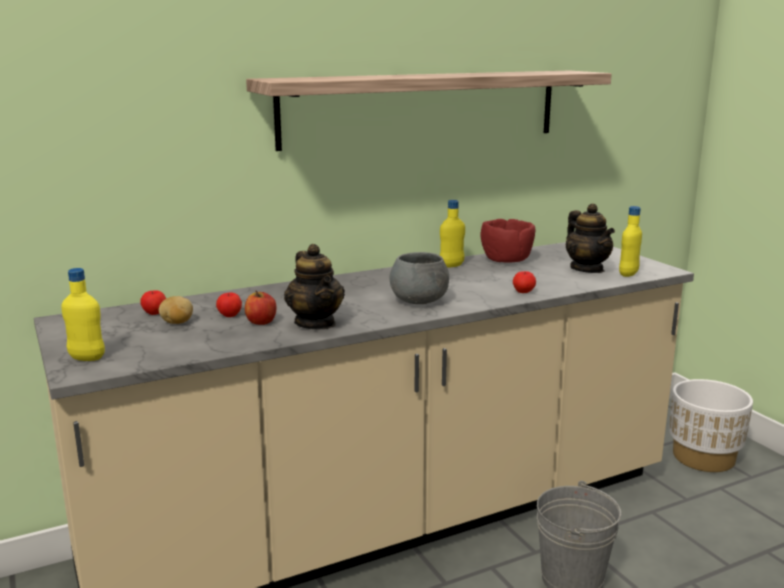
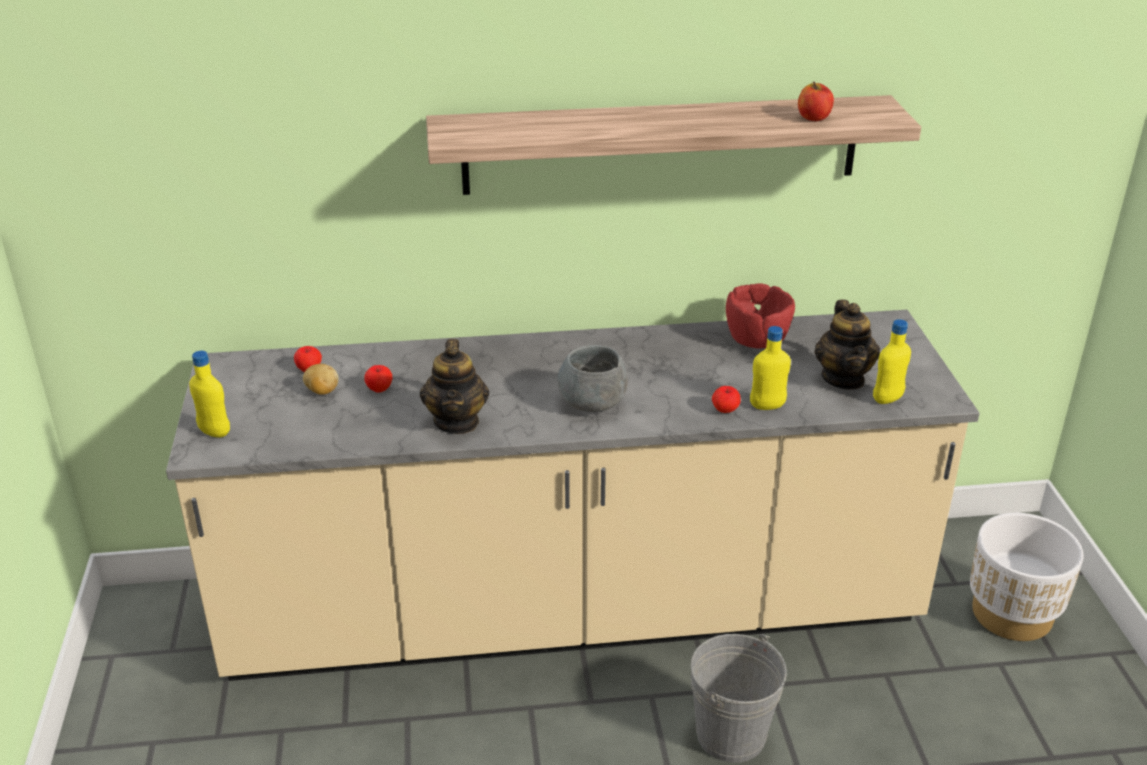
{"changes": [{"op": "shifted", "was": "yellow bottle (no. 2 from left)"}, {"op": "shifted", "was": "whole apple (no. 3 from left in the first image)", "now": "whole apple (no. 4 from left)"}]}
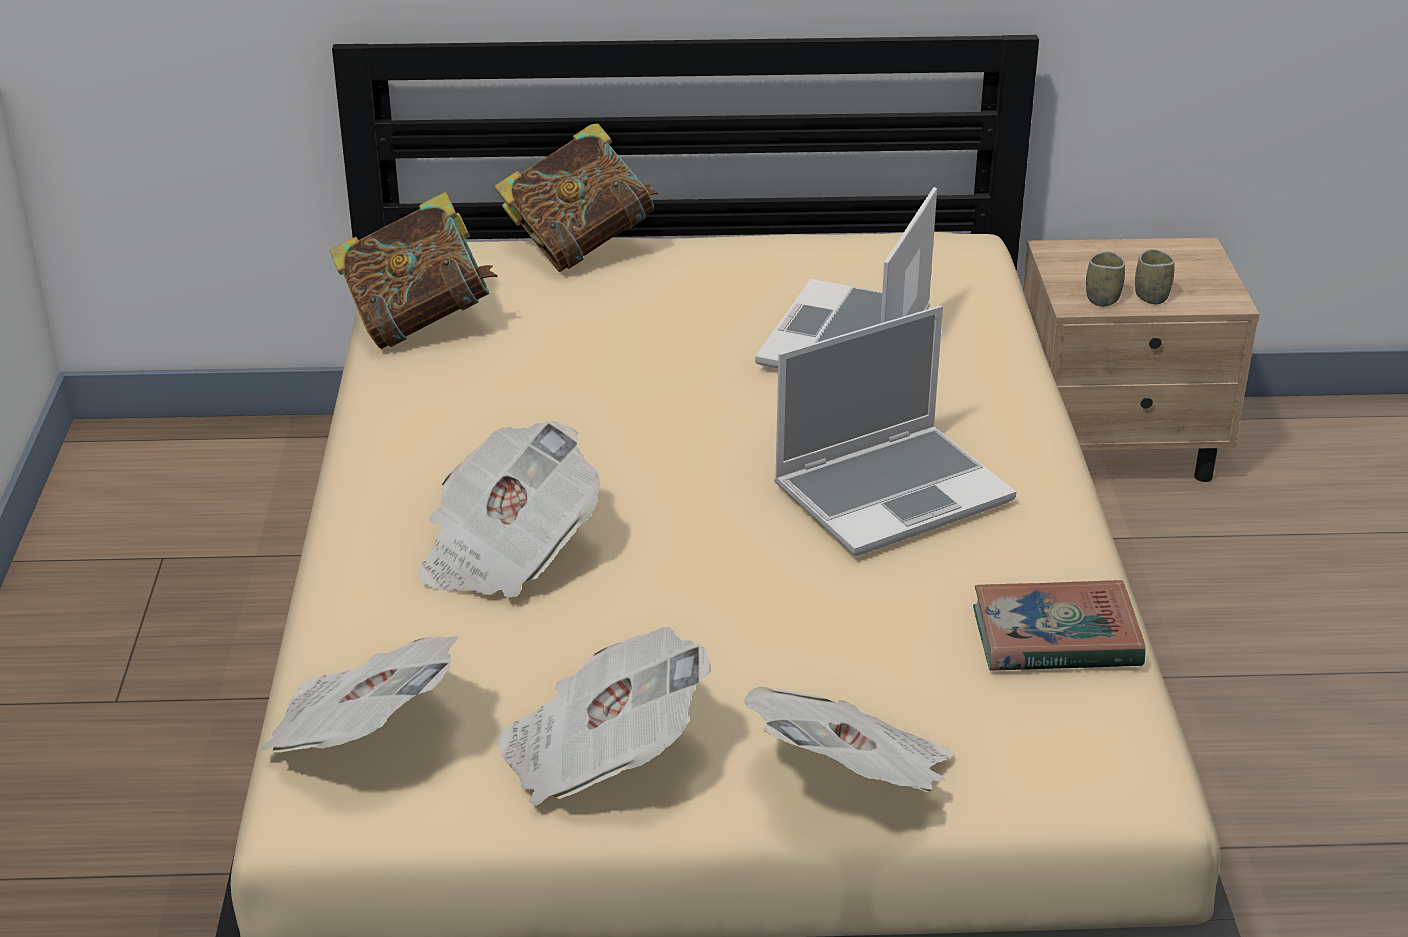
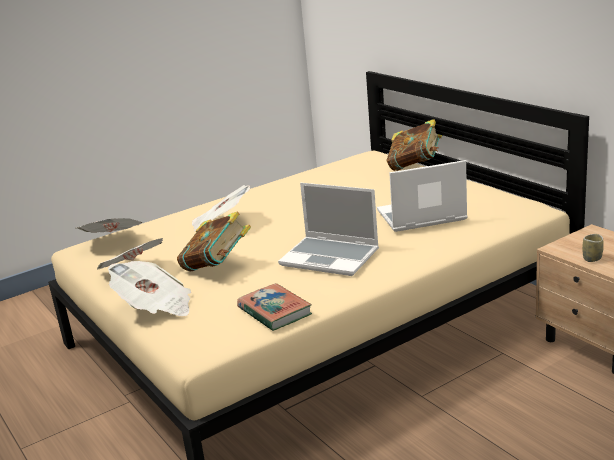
{"changes": [{"op": "shifted", "was": "volume (no. 1 from left)"}, {"op": "gone", "was": "small cup (no. 1 from left)"}]}
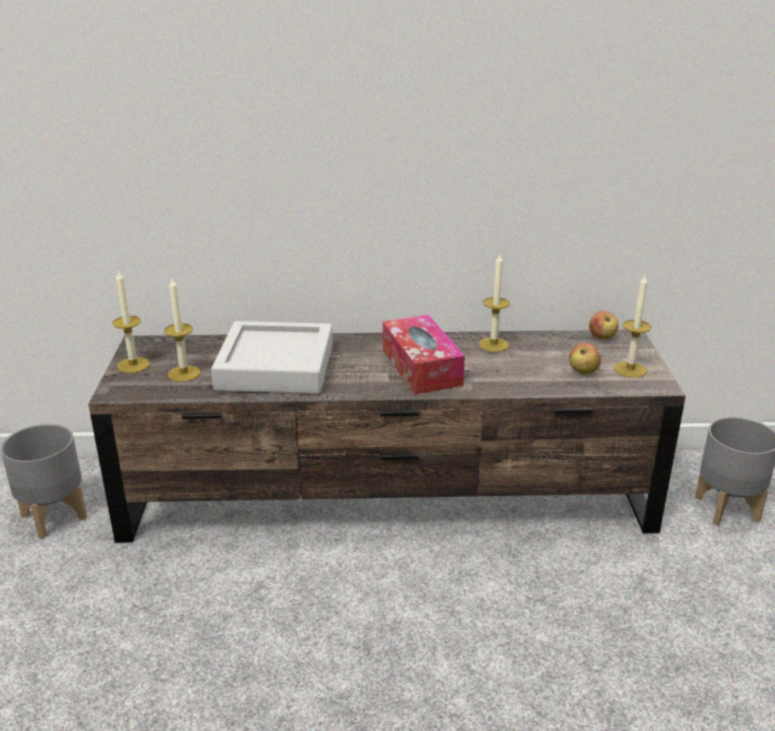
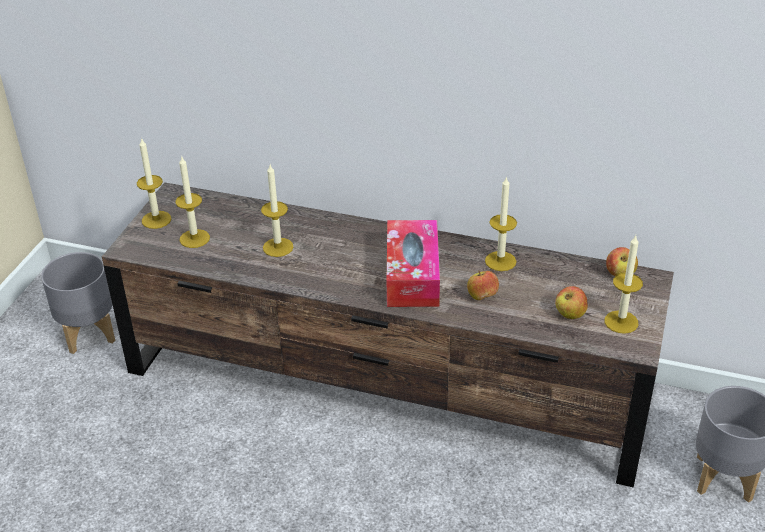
{"changes": [{"op": "swapped", "was": "gray tray", "now": "wax candle (no. 3 from left)"}, {"op": "new", "now": "whole apple (no. 1 from left)"}]}
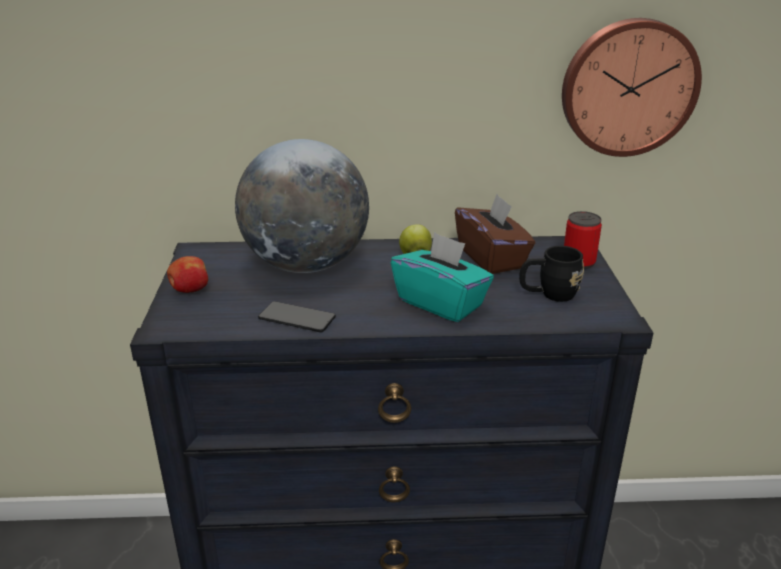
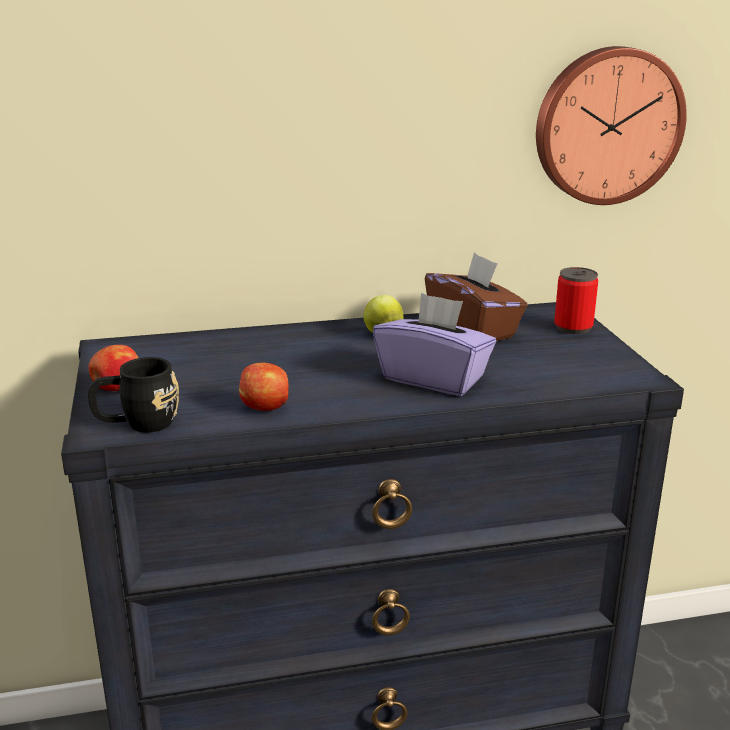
{"changes": [{"op": "gone", "was": "desk globe"}, {"op": "repainted", "was": "turquoise-coloured box of tissues", "now": "purple box of tissues"}, {"op": "shifted", "was": "black-coloured coffee mug"}, {"op": "swapped", "was": "telephone", "now": "whole apple (no. 2 from left)"}]}
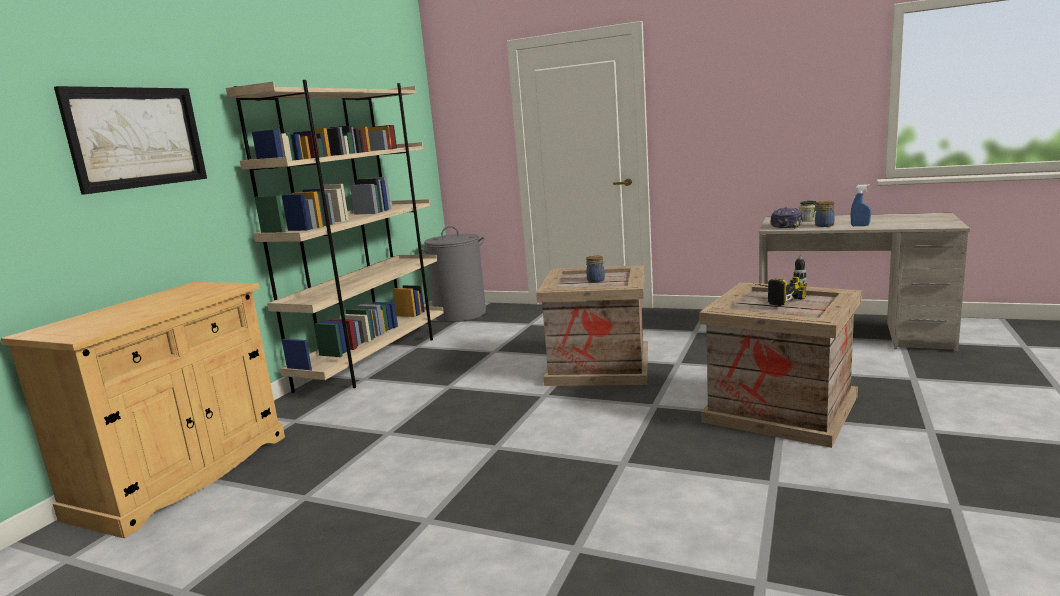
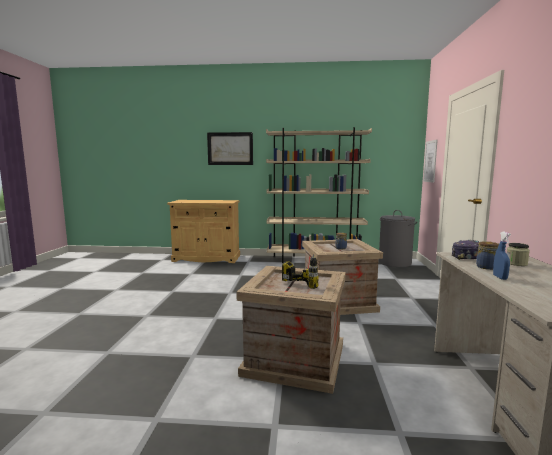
{"changes": [{"op": "new", "now": "wall art (no. 2 from left)"}]}
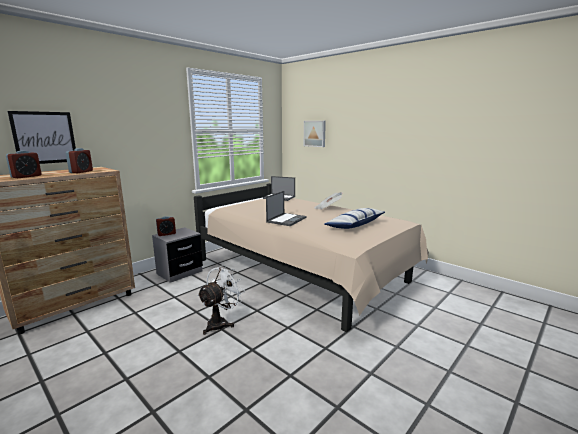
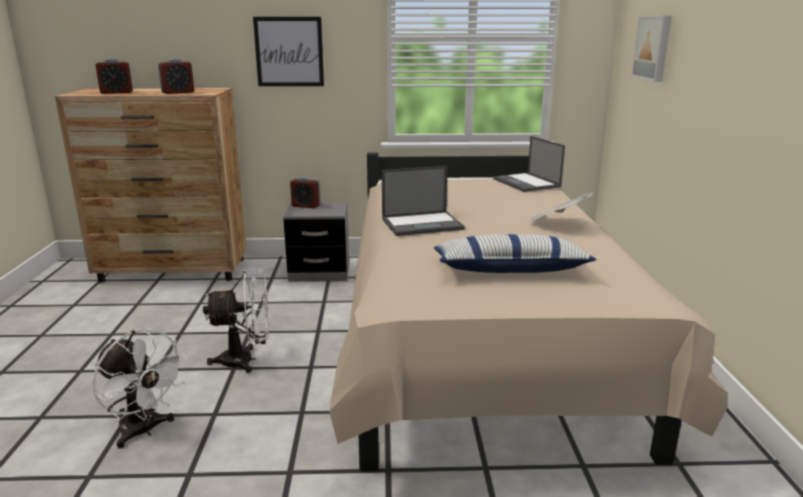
{"changes": [{"op": "shifted", "was": "wall art (no. 1 from left)"}, {"op": "new", "now": "whitish electric fan (no. 1 from left)"}]}
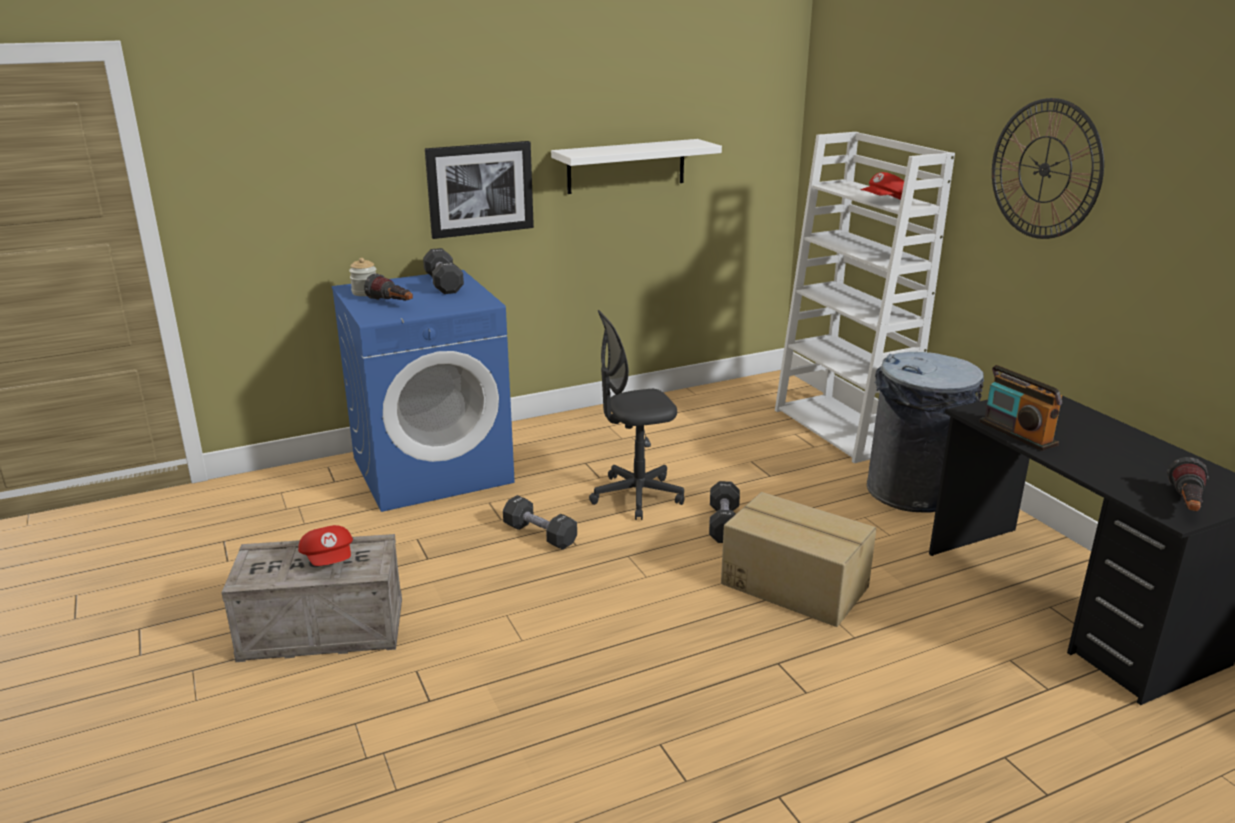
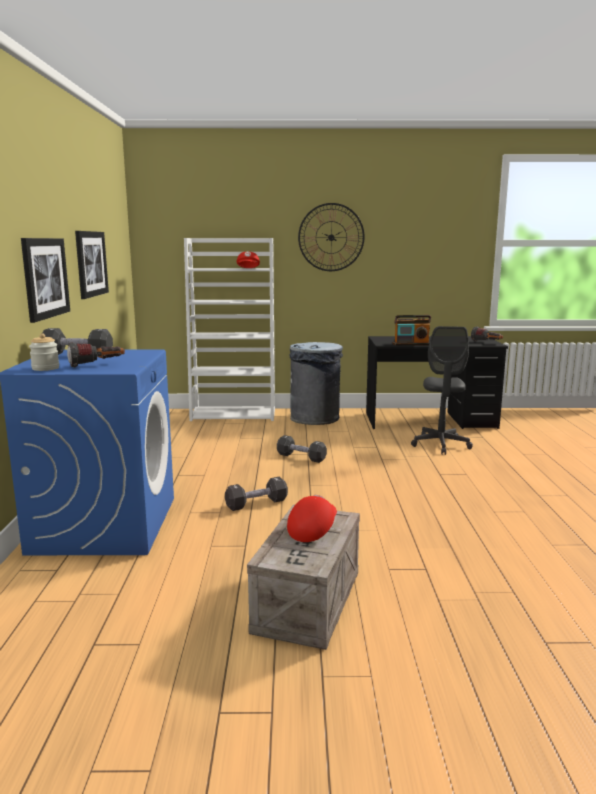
{"changes": [{"op": "swapped", "was": "whitish wall shelf", "now": "wall art (no. 2 from left)"}, {"op": "shifted", "was": "gray office chair"}, {"op": "gone", "was": "carton"}, {"op": "rotated", "was": "reddish peaked cap (no. 1 from left in the first image)", "clockwise": -60}]}
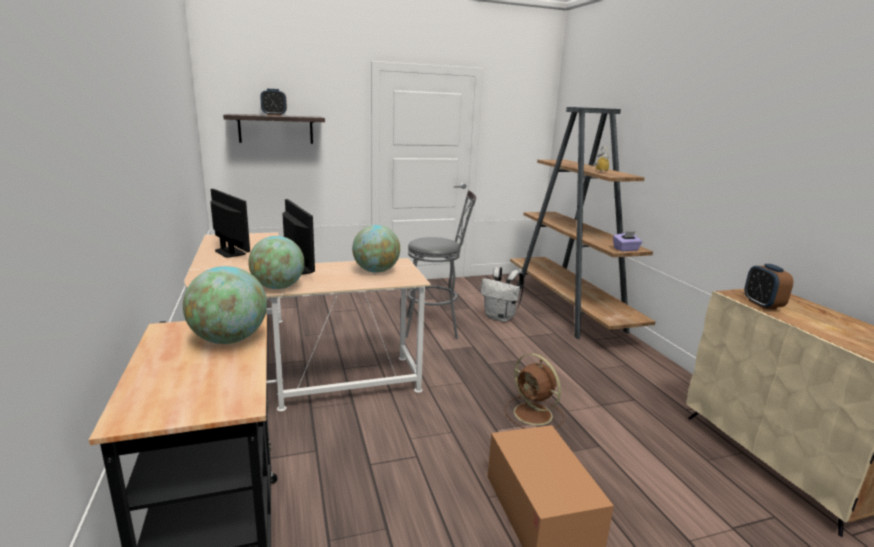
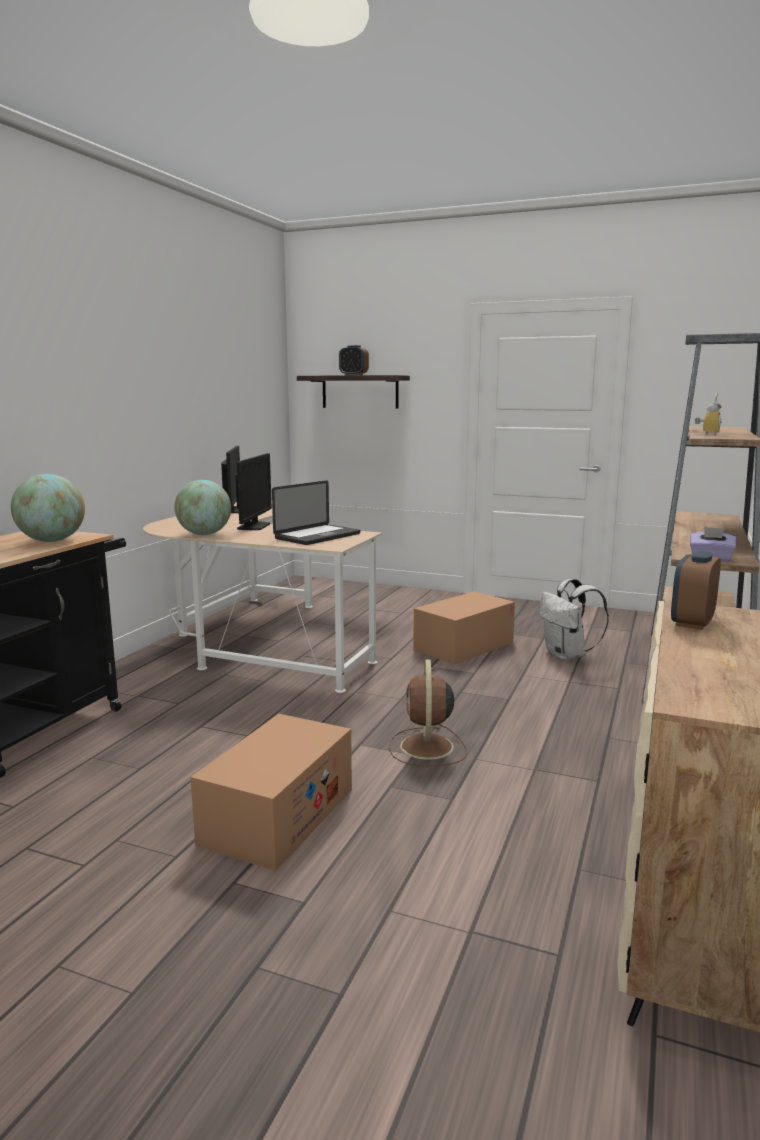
{"changes": [{"op": "swapped", "was": "gray stool", "now": "carton (no. 2 from left)"}, {"op": "swapped", "was": "desk globe (no. 3 from left)", "now": "laptop"}]}
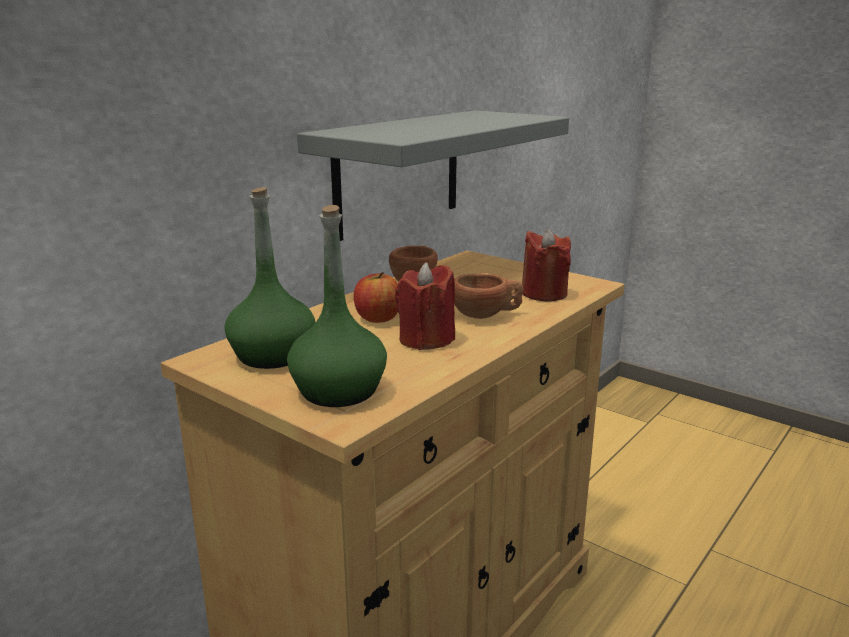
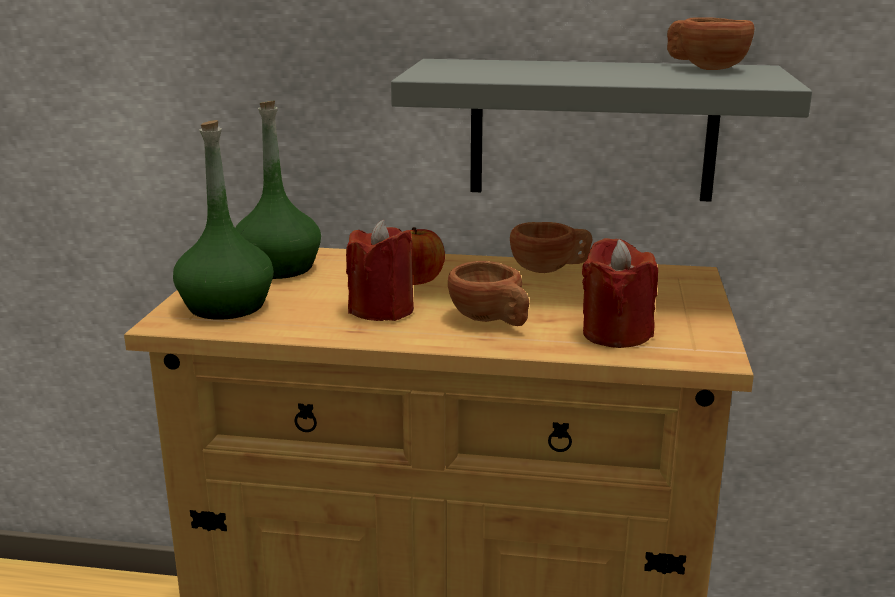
{"changes": [{"op": "new", "now": "brown-coloured small cup (no. 3 from left)"}]}
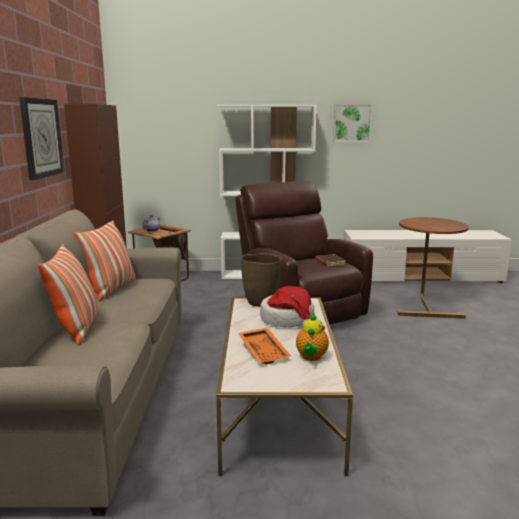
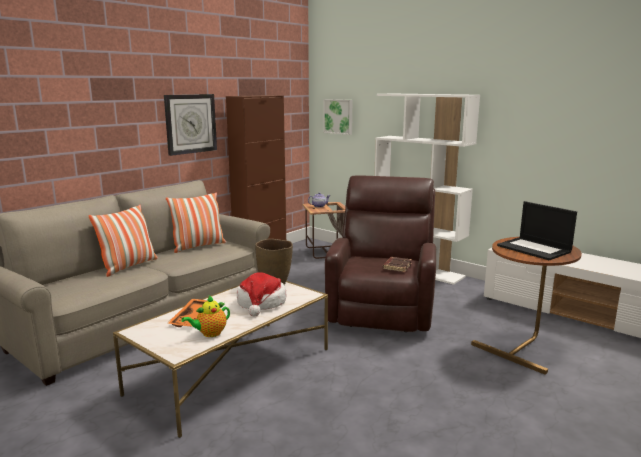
{"changes": [{"op": "shifted", "was": "wall art"}, {"op": "new", "now": "laptop"}]}
